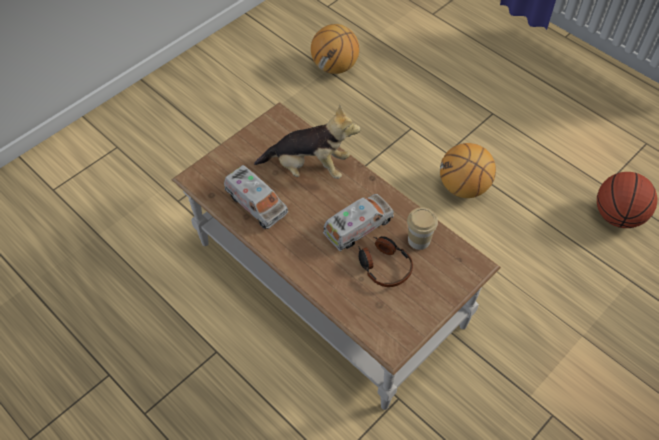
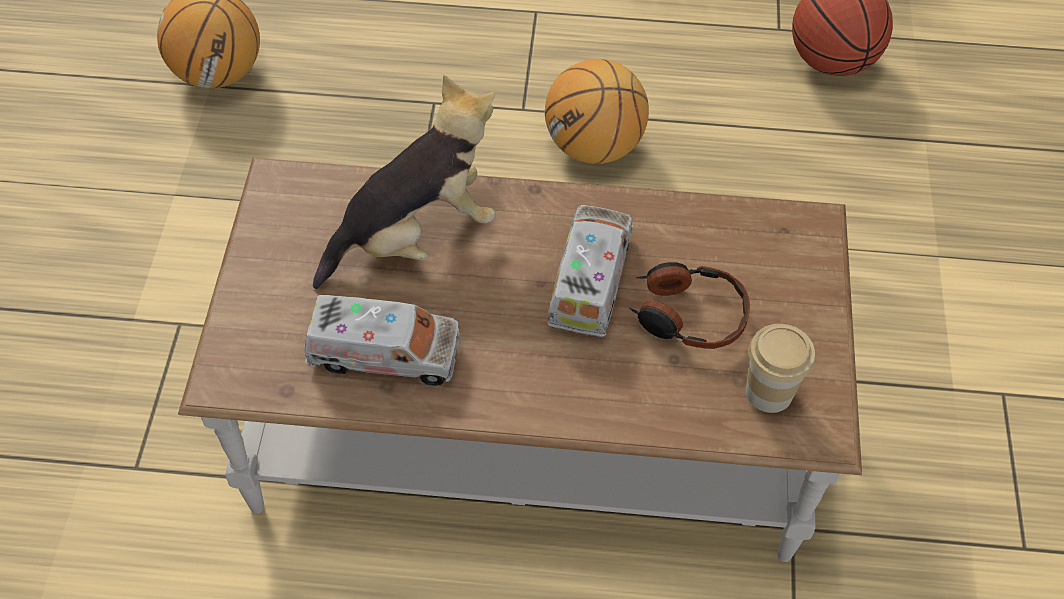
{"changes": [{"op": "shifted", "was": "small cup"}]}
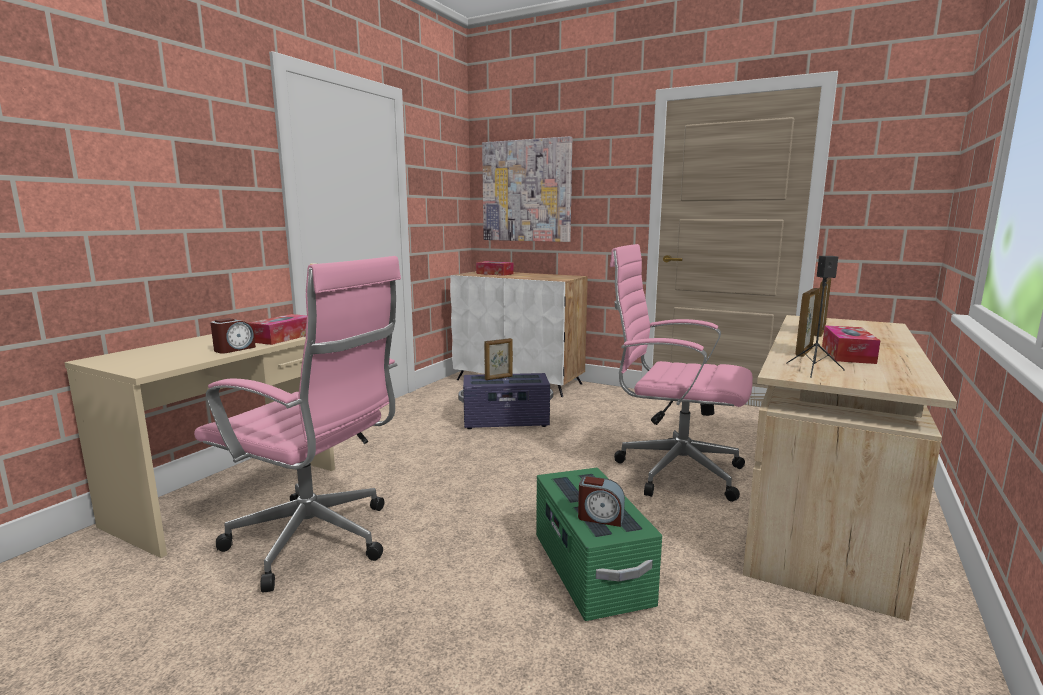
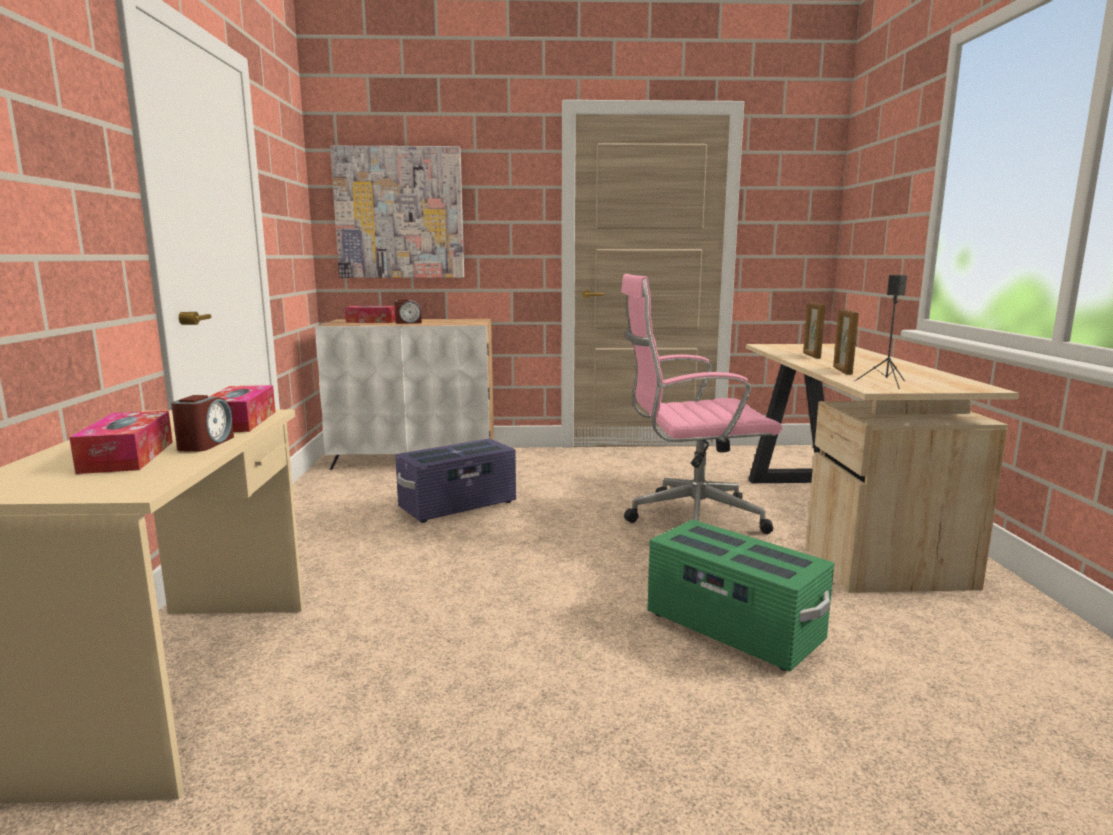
{"changes": [{"op": "gone", "was": "pinkish office chair (no. 1 from left)"}, {"op": "shifted", "was": "box of tissues (no. 3 from left in the first image)", "now": "box of tissues (no. 1 from left)"}, {"op": "gone", "was": "picture frame (no. 1 from left)"}, {"op": "shifted", "was": "alarm clock (no. 2 from left)"}]}
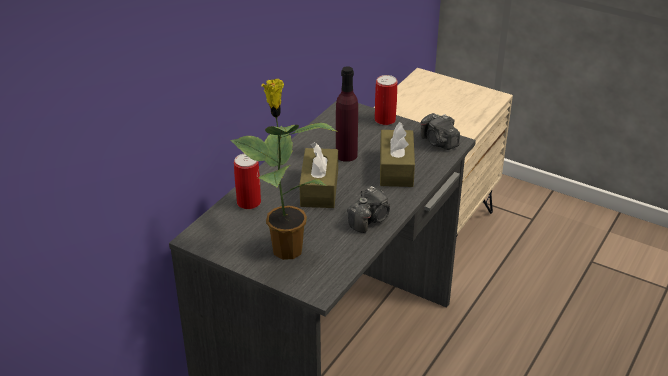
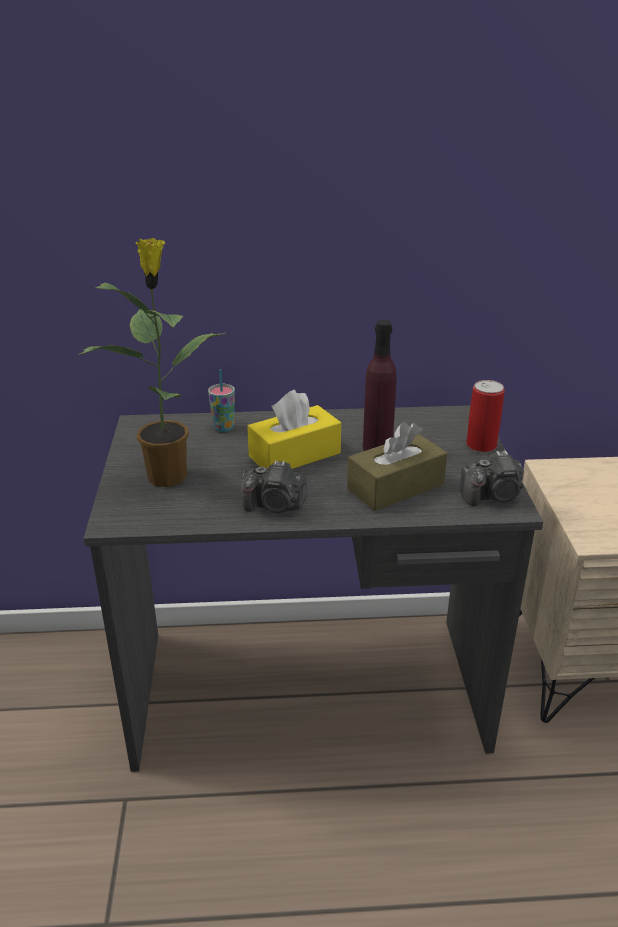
{"changes": [{"op": "rotated", "was": "still camera (no. 2 from left)", "clockwise": -120}, {"op": "repainted", "was": "brown-coloured box of tissues (no. 1 from left)", "now": "yellow box of tissues"}, {"op": "swapped", "was": "sealed can (no. 1 from left)", "now": "small cup"}]}
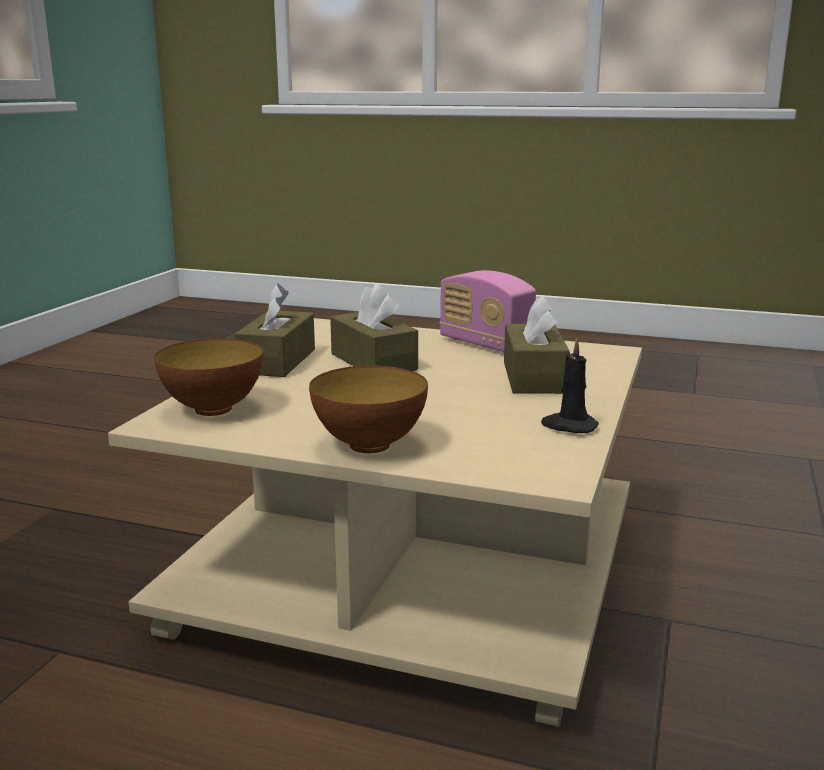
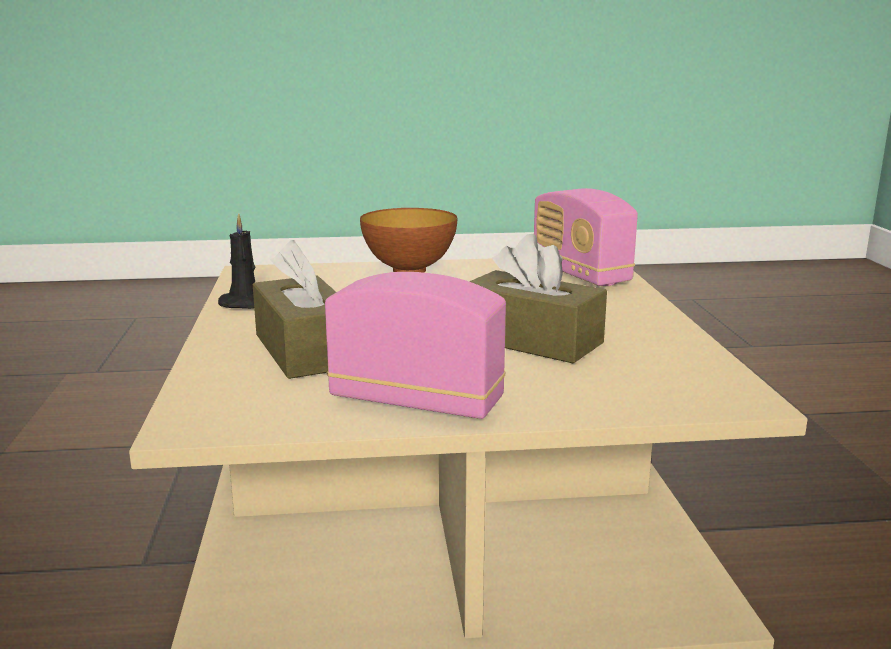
{"changes": [{"op": "gone", "was": "brown-coloured box of tissues (no. 1 from left)"}, {"op": "swapped", "was": "deep dish (no. 1 from left)", "now": "radio set (no. 2 from left)"}]}
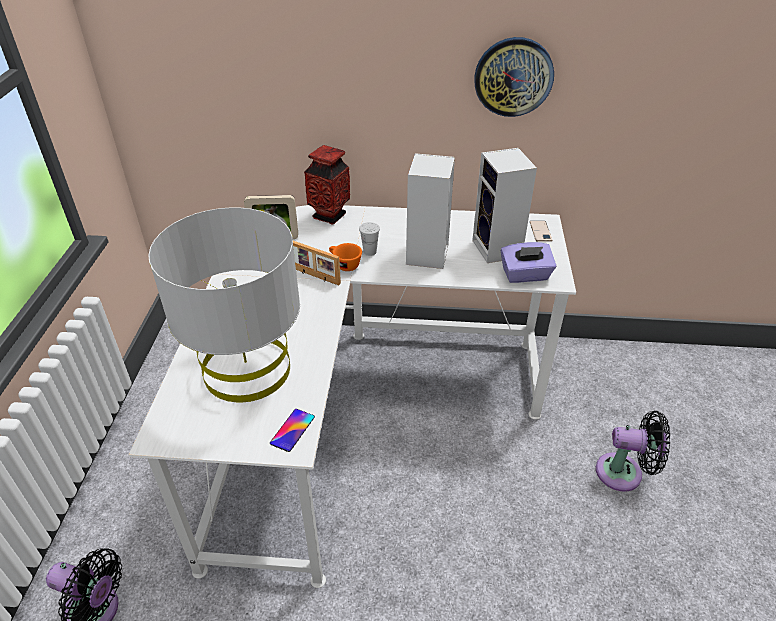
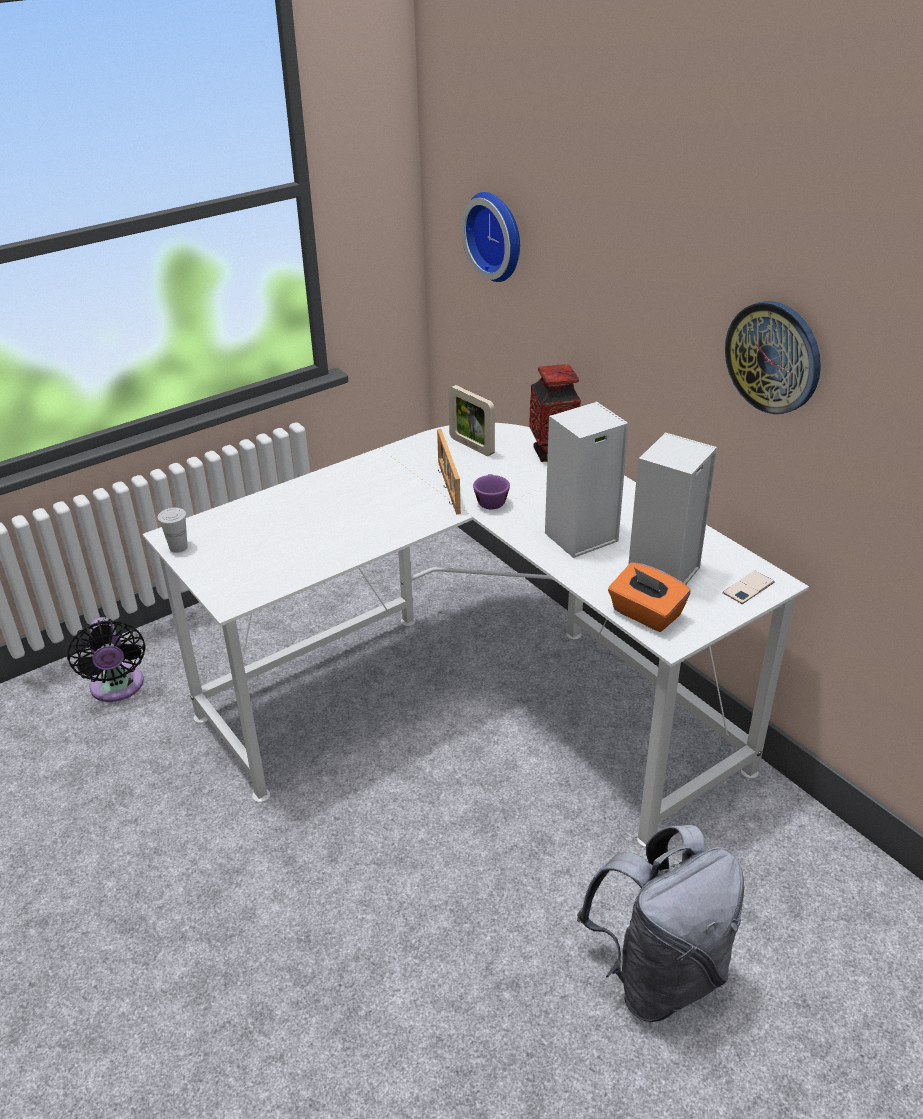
{"changes": [{"op": "gone", "was": "gray tabletop lamp"}, {"op": "shifted", "was": "whitish small cup"}, {"op": "repainted", "was": "purple box of tissues", "now": "orange box of tissues"}, {"op": "repainted", "was": "orange small cup", "now": "purple small cup"}, {"op": "gone", "was": "telephone (no. 1 from left)"}, {"op": "swapped", "was": "black-coloured electric fan (no. 2 from left)", "now": "gray rucksack"}, {"op": "new", "now": "hanging clock (no. 1 from left)"}]}
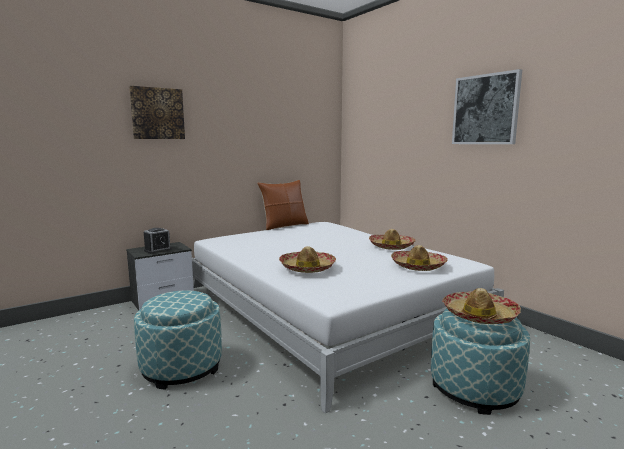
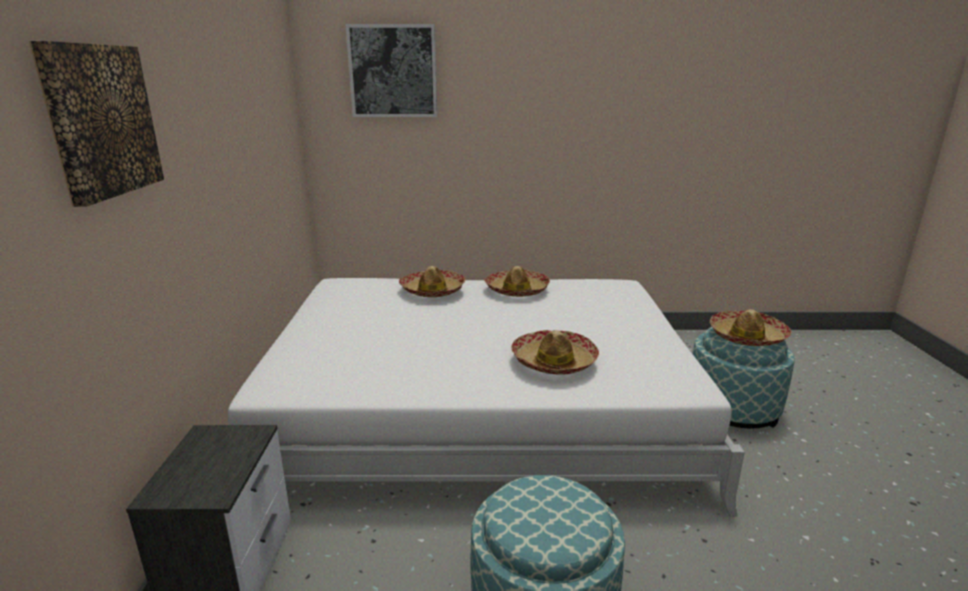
{"changes": [{"op": "shifted", "was": "wall art (no. 2 from left)"}, {"op": "gone", "was": "brown-coloured pillow"}, {"op": "gone", "was": "alarm clock"}, {"op": "shifted", "was": "hat (no. 3 from left in the first image)", "now": "hat (no. 1 from left)"}]}
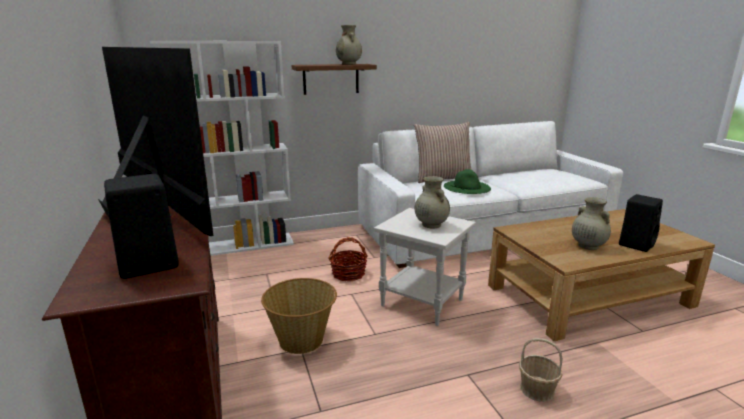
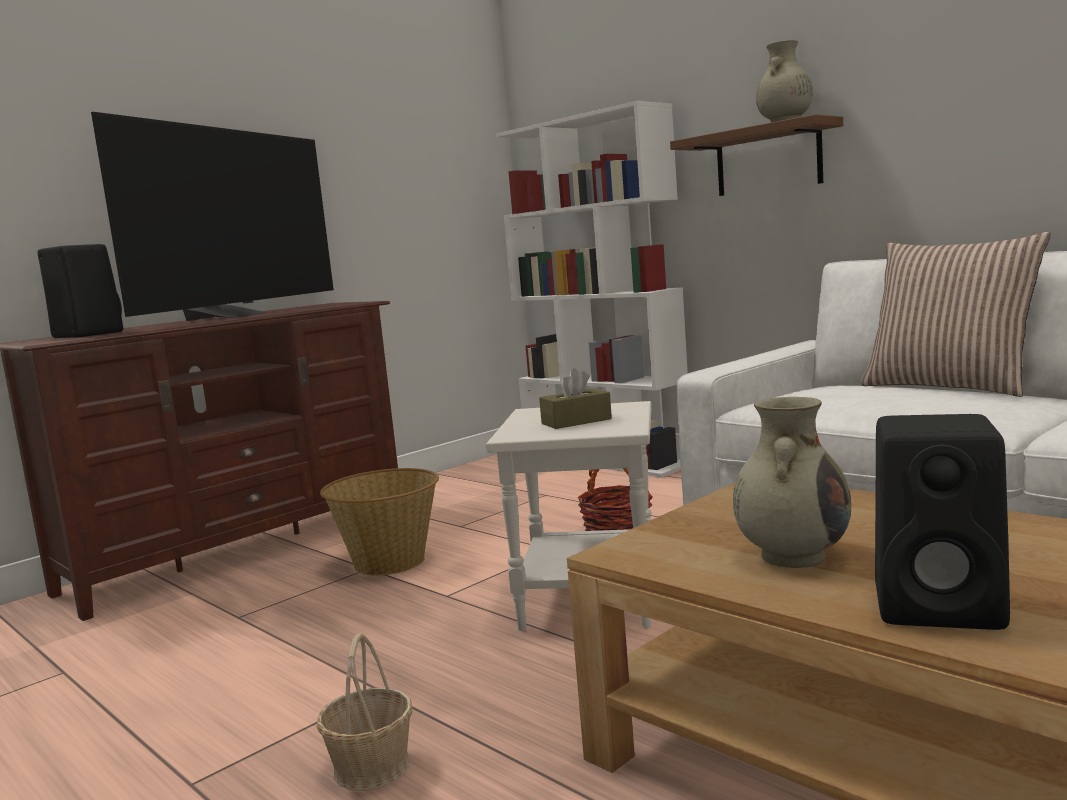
{"changes": [{"op": "gone", "was": "greenish hat"}, {"op": "swapped", "was": "sand-coloured vase (no. 2 from left)", "now": "brown-coloured box of tissues"}]}
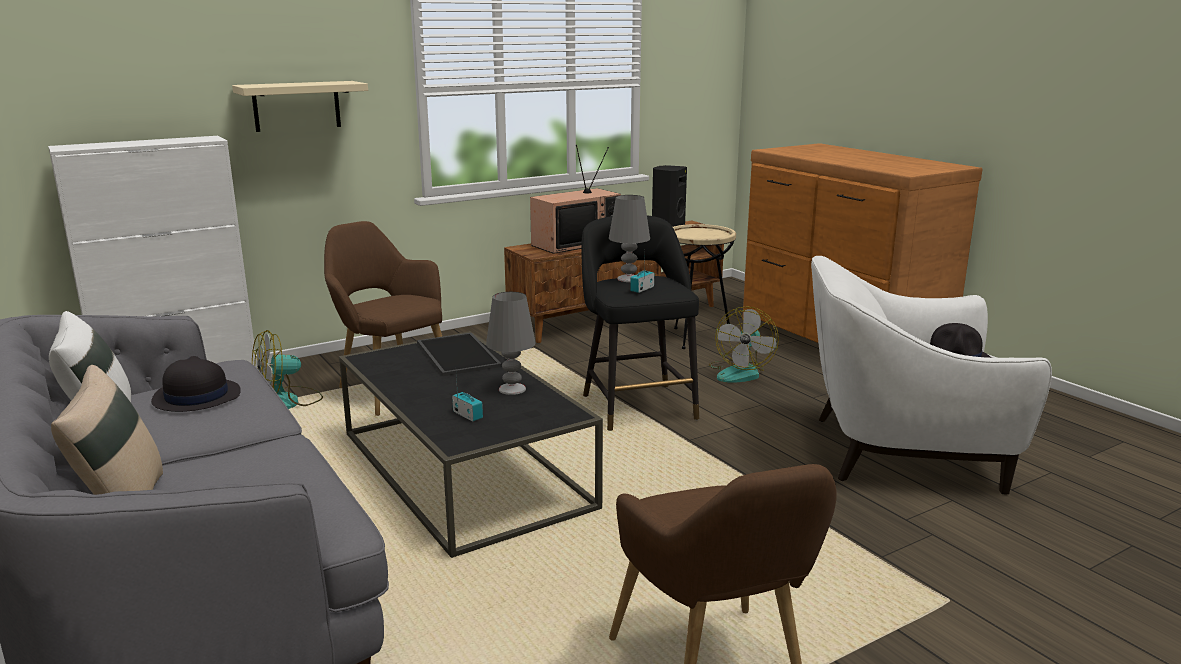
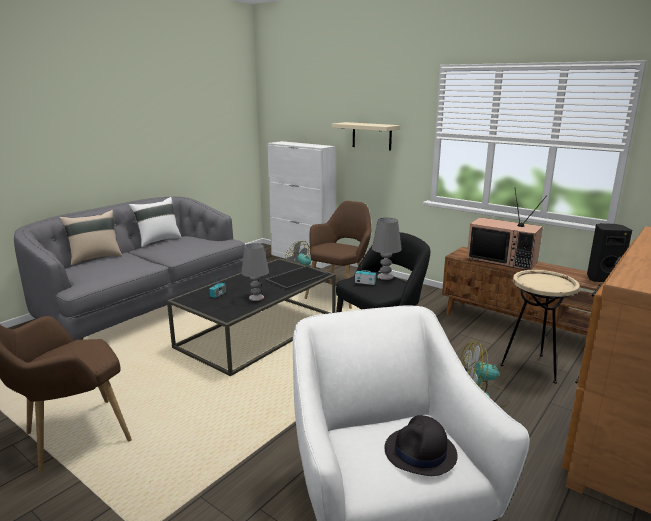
{"changes": [{"op": "gone", "was": "black-coloured hat (no. 1 from left)"}]}
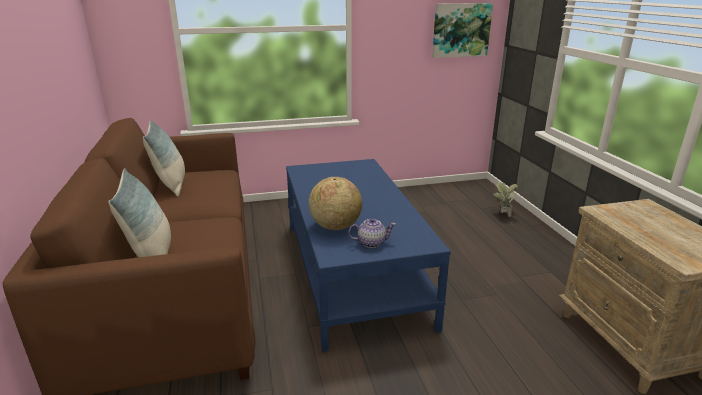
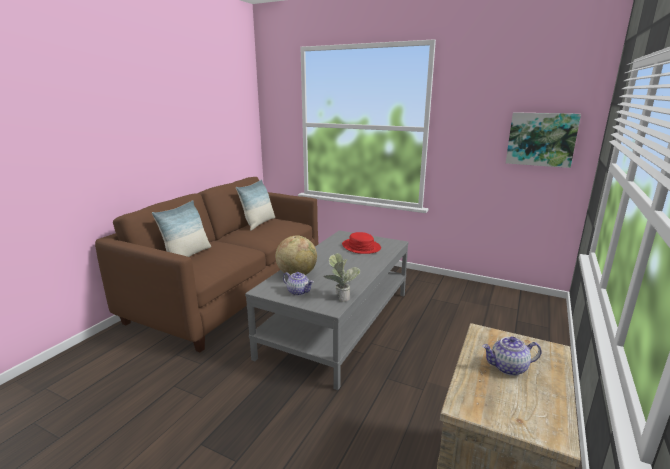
{"changes": [{"op": "repainted", "was": "blue-coloured lounge table", "now": "gray lounge table"}, {"op": "shifted", "was": "potted plant"}, {"op": "new", "now": "reddish hat"}, {"op": "new", "now": "tea pot (no. 2 from left)"}]}
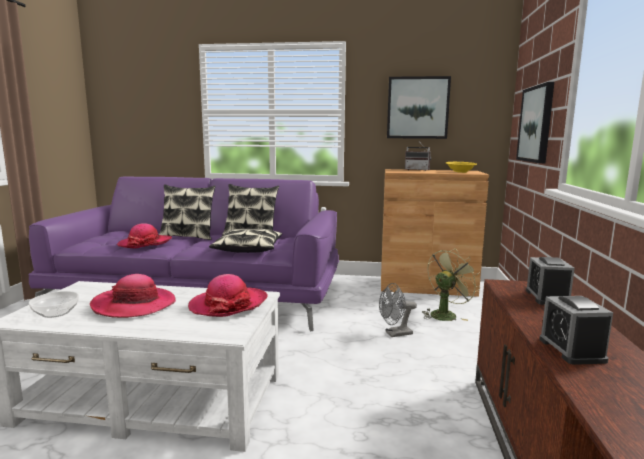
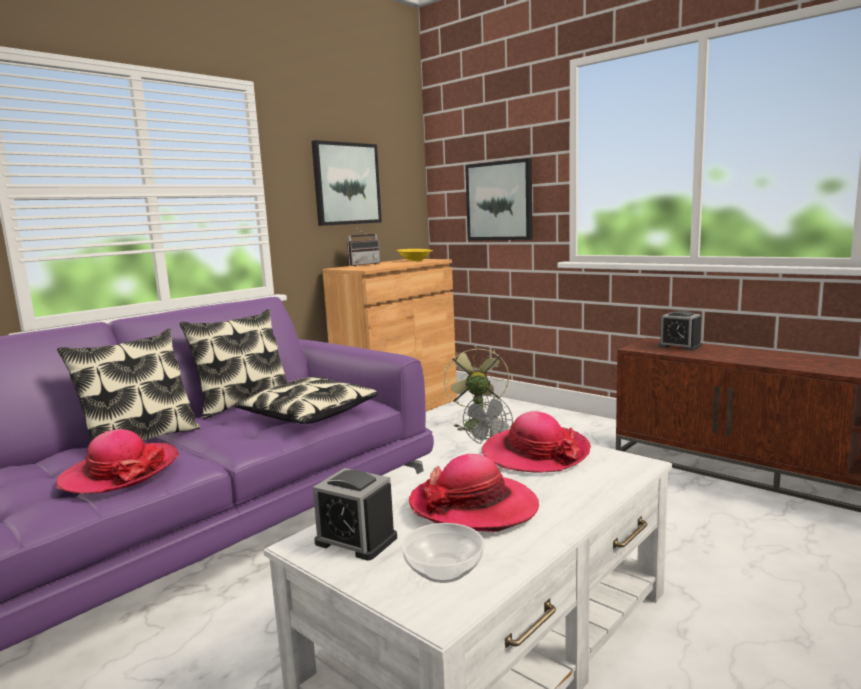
{"changes": [{"op": "shifted", "was": "alarm clock (no. 2 from left in the first image)", "now": "alarm clock (no. 1 from left)"}]}
